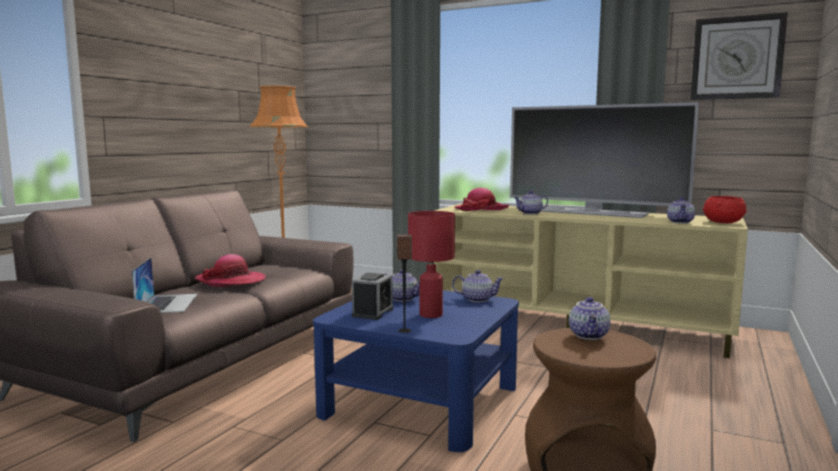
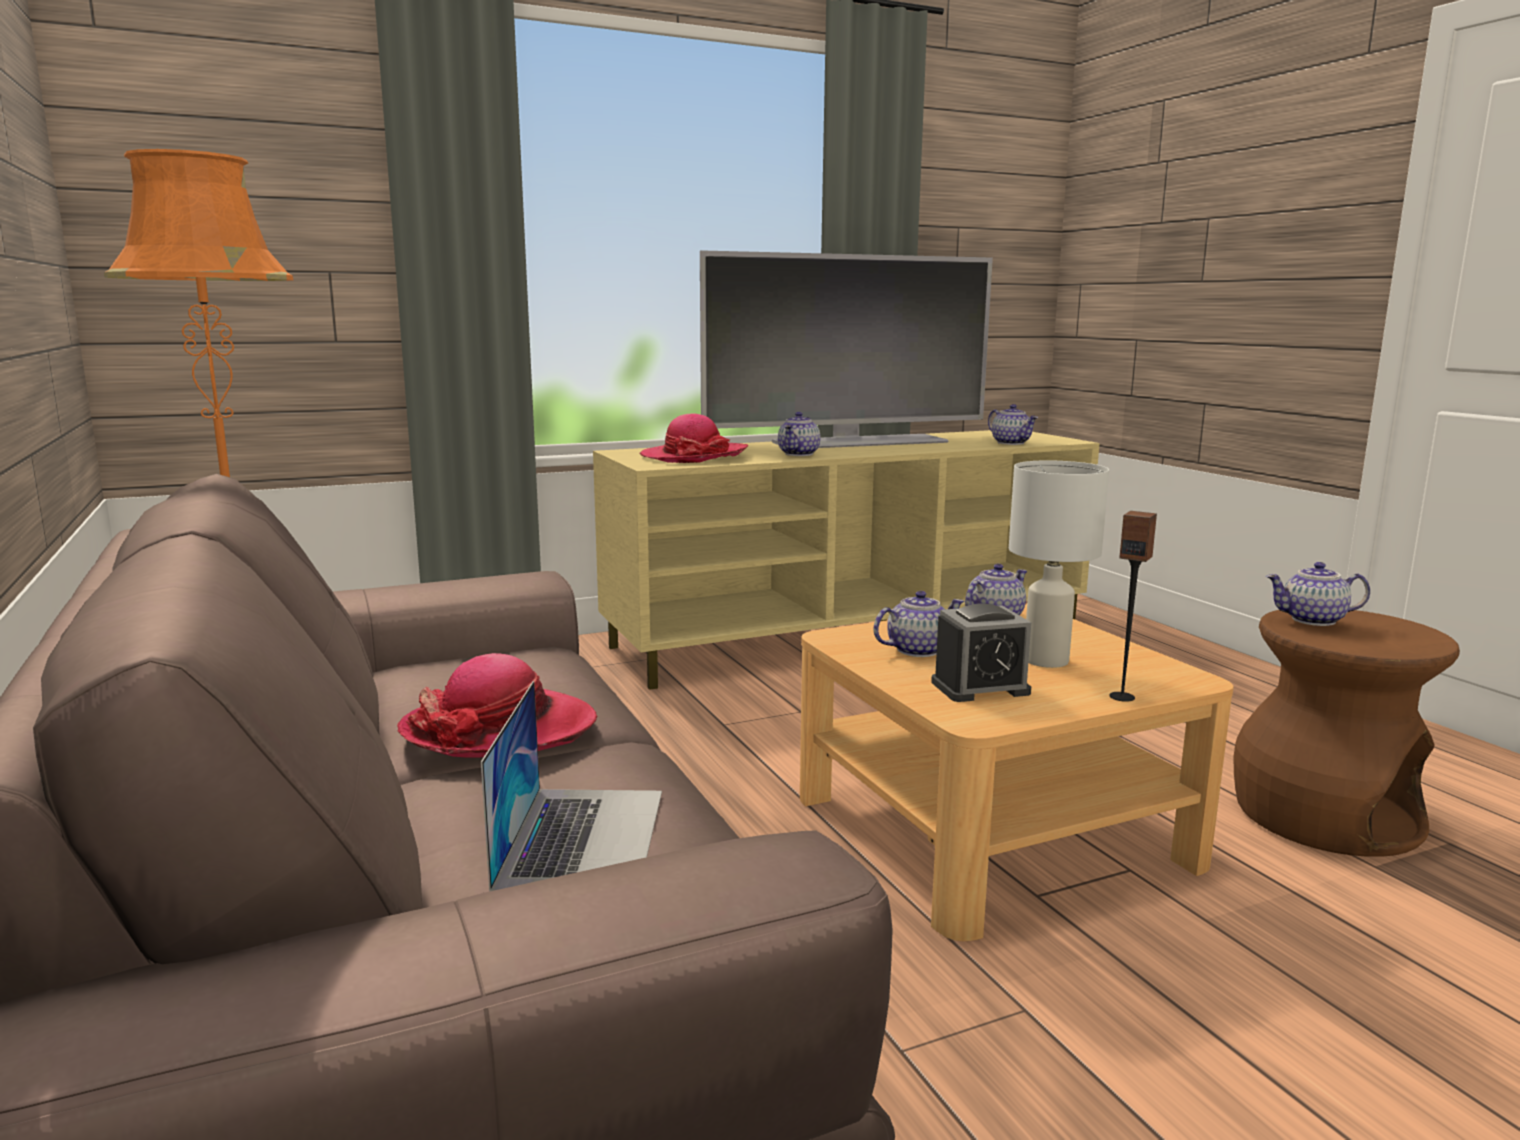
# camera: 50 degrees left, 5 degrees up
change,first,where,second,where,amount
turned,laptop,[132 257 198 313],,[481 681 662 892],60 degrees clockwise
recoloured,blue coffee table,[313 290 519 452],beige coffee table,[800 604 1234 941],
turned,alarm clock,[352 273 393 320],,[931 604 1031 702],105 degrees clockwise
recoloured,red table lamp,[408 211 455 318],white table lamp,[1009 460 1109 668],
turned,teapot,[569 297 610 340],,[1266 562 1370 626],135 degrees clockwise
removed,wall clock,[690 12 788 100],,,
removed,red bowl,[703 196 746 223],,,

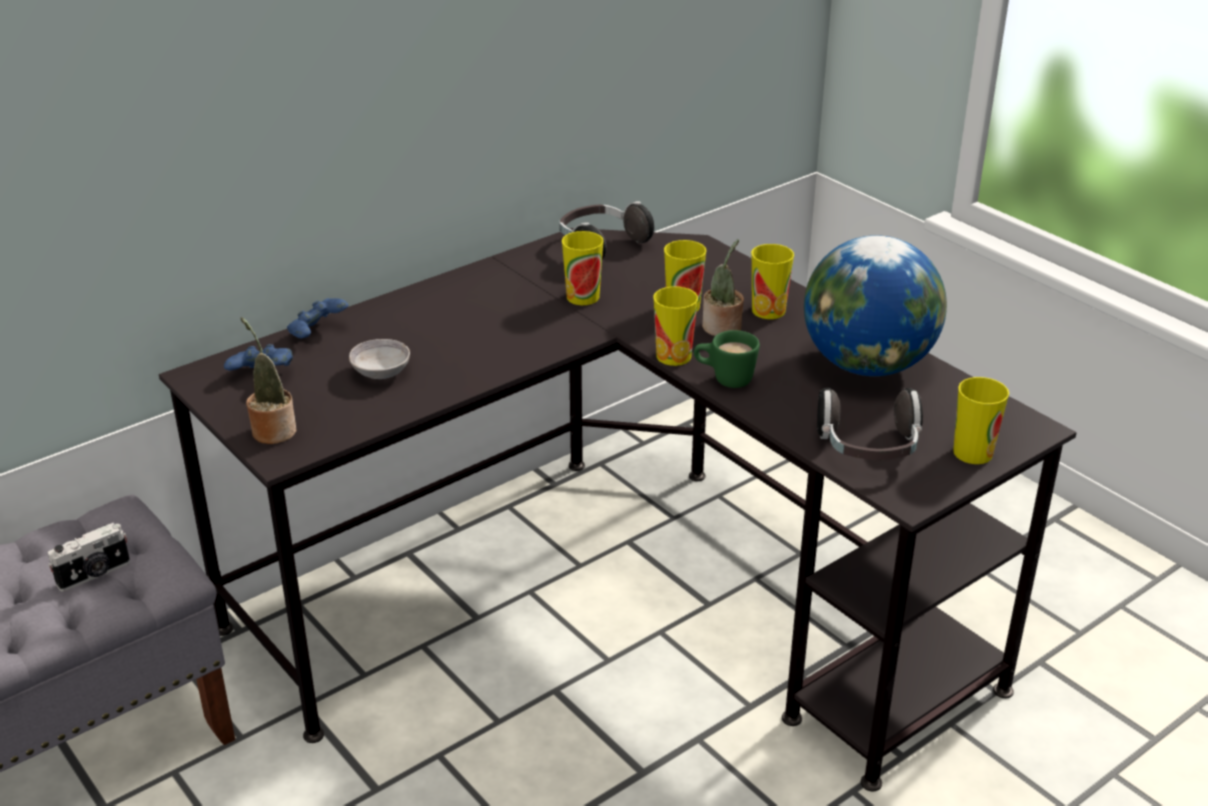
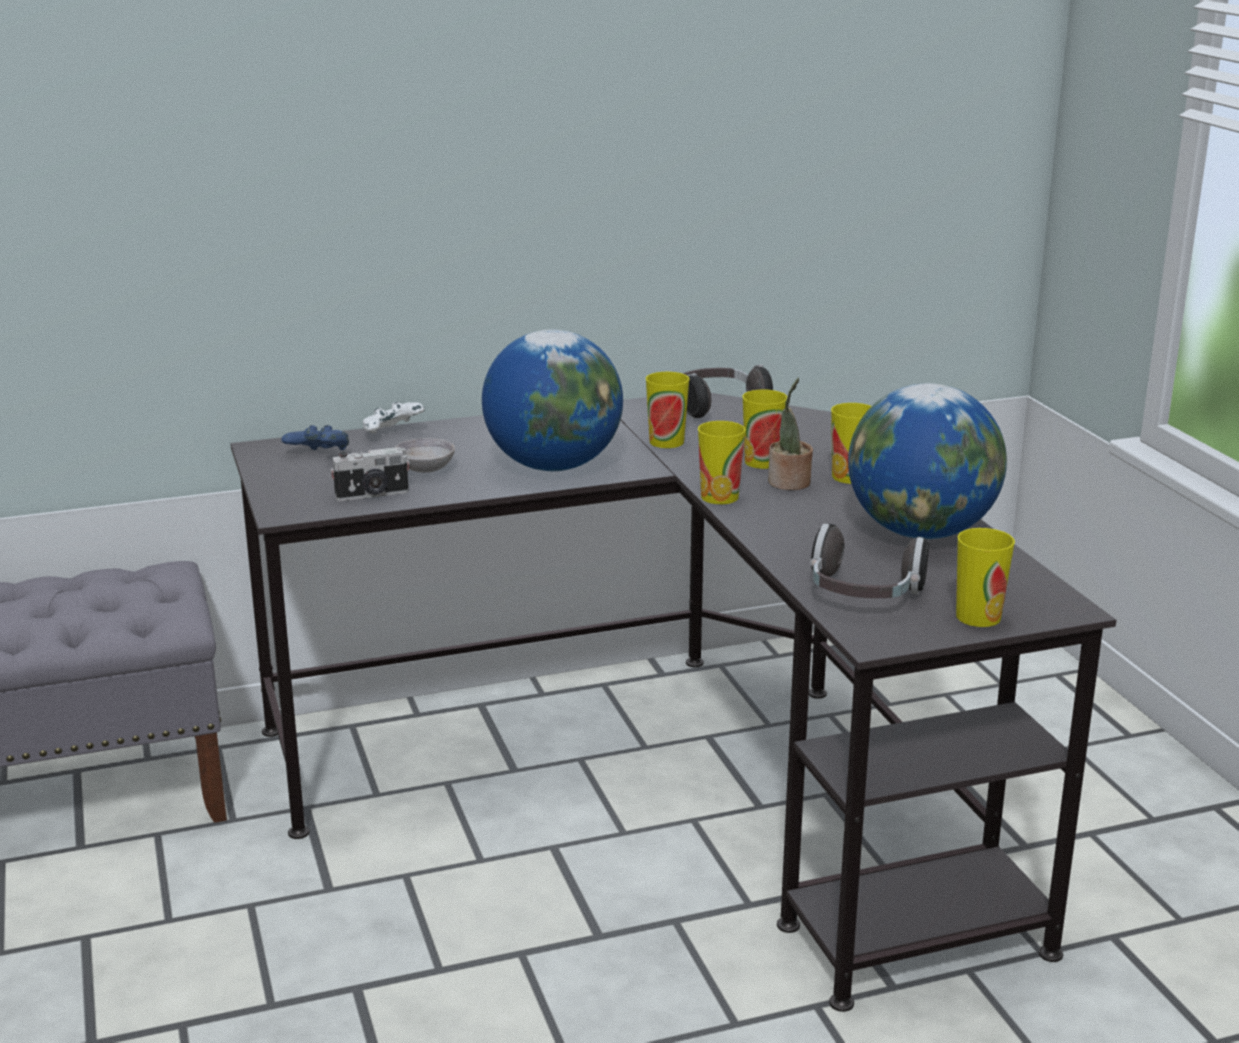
# camera: 20 degrees right, 10 degrees down
change,first,where,second,where,amount
moved,photo camera,[48 523 130 591],,[330 447 410 501],
recoloured,blue game controller,[287 298 348 338],white game controller,[363 401 425 434],
added,,,globe,[482 330 623 471],
removed,potted plant,[241 317 296 444],,,
removed,green mug,[694 330 760 388],,,

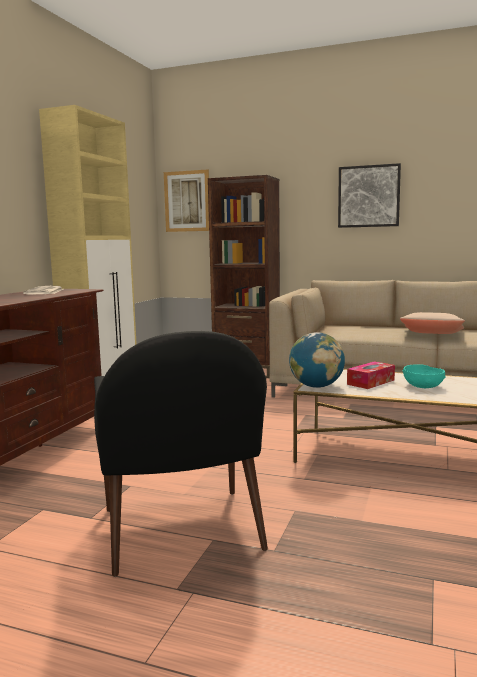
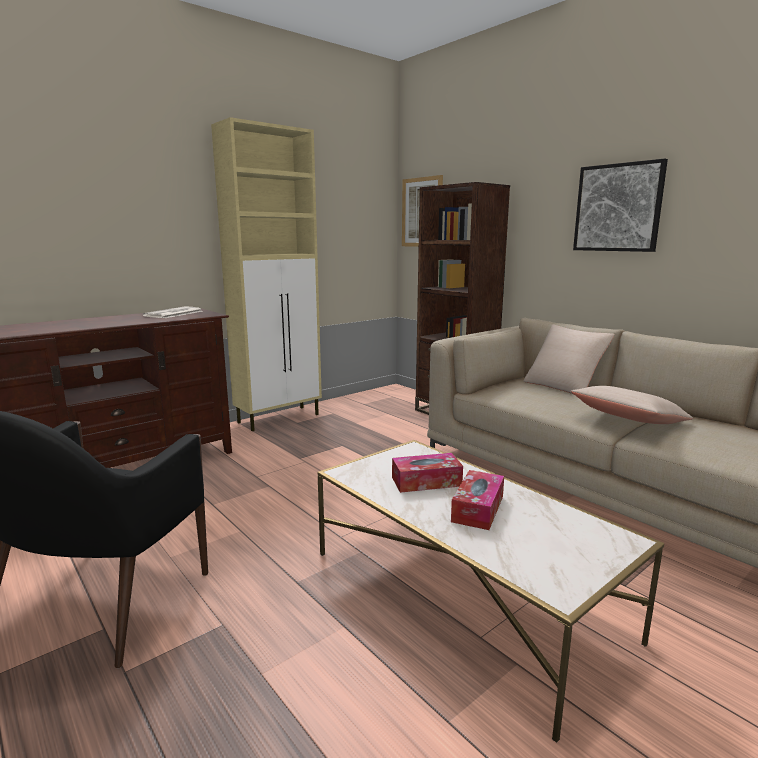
# camera: 30 degrees right, 5 degrees up
change,first,where,second,where,amount
replaced,turquoise bowl,[403 364 445 388],tissue box,[451 470 504 530],
added,,,beige pillow,[524 324 615 394],
removed,globe,[289 332 345 388],,,

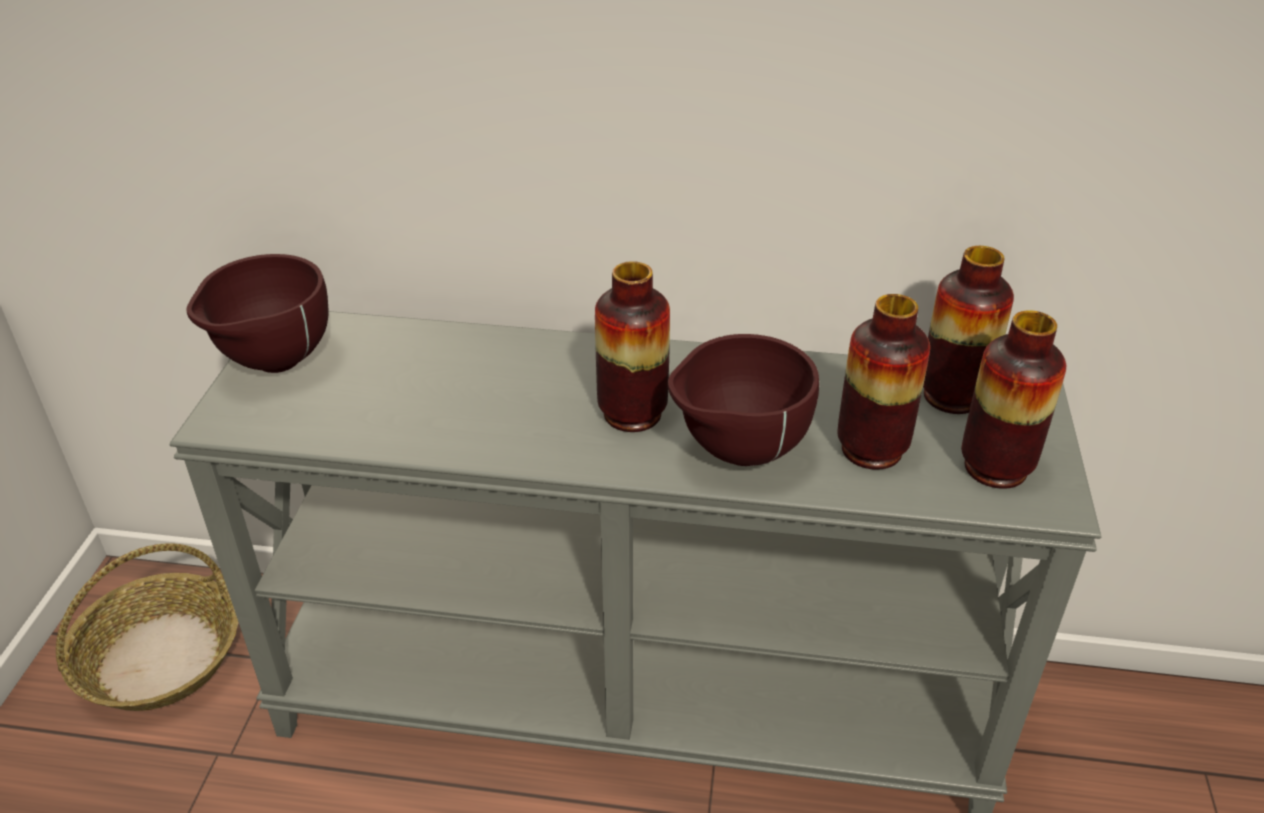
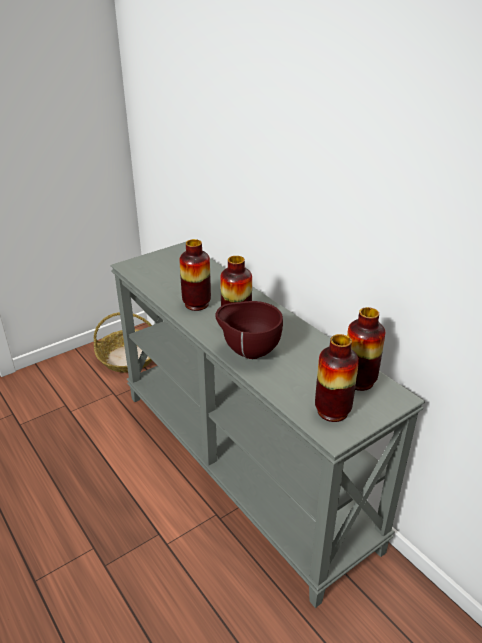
# camera: 45 degrees right, 5 degrees down
change,first,where,second,where,amount
moved,vase,[837 294 930 470],,[179 239 211 311],
removed,brown bowl,[186 254 328 373],,,

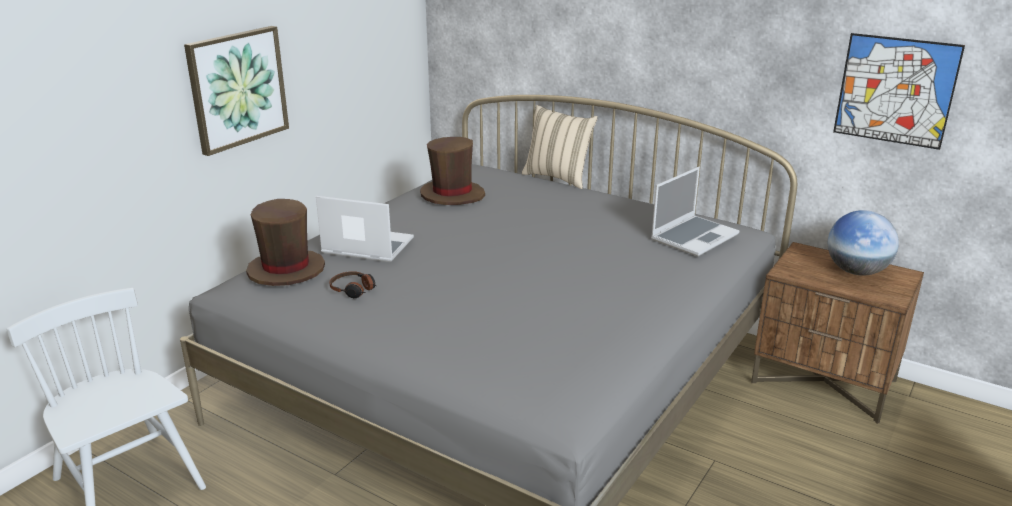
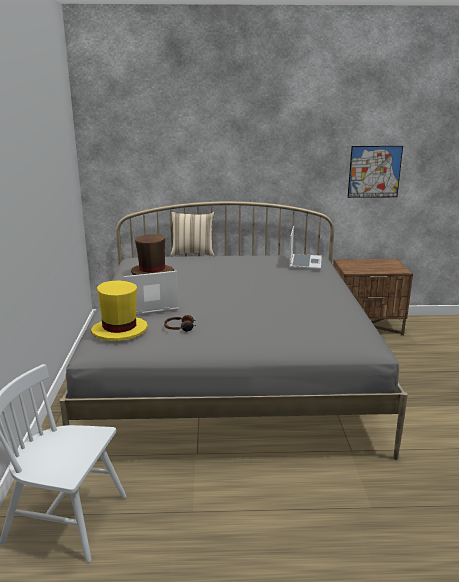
# camera: 35 degrees left, 5 degrees down
change,first,where,second,where,amount
recoloured,brown hat,[246 199 325 286],yellow hat,[91 280 148 341],
removed,picture,[184 26 289 156],,,
removed,globe,[828 210 899 276],,,

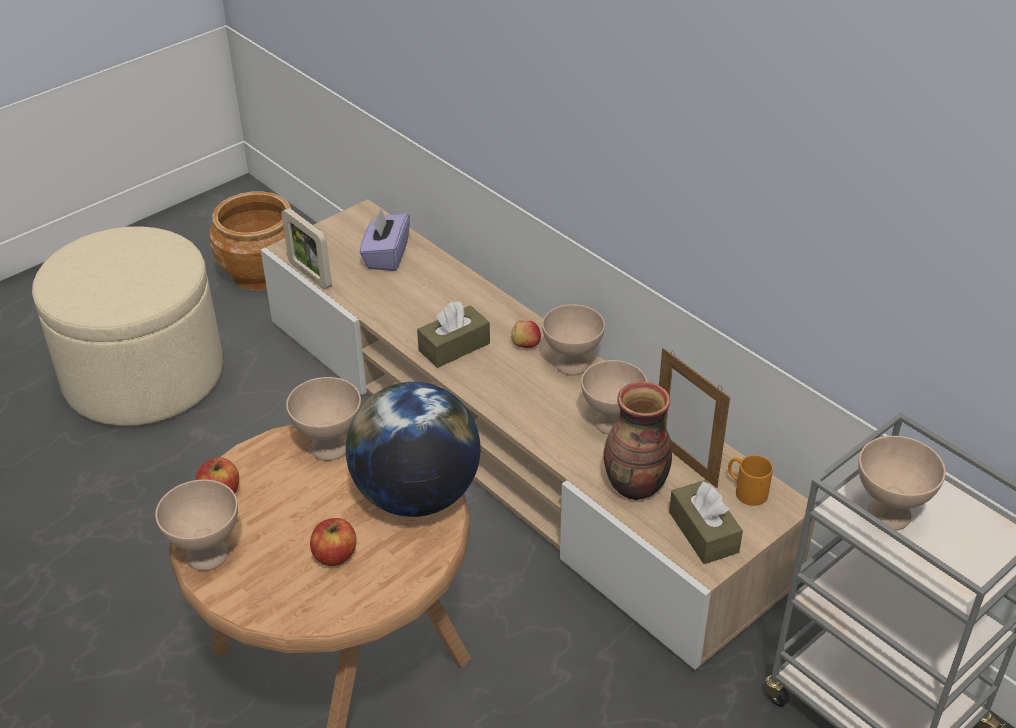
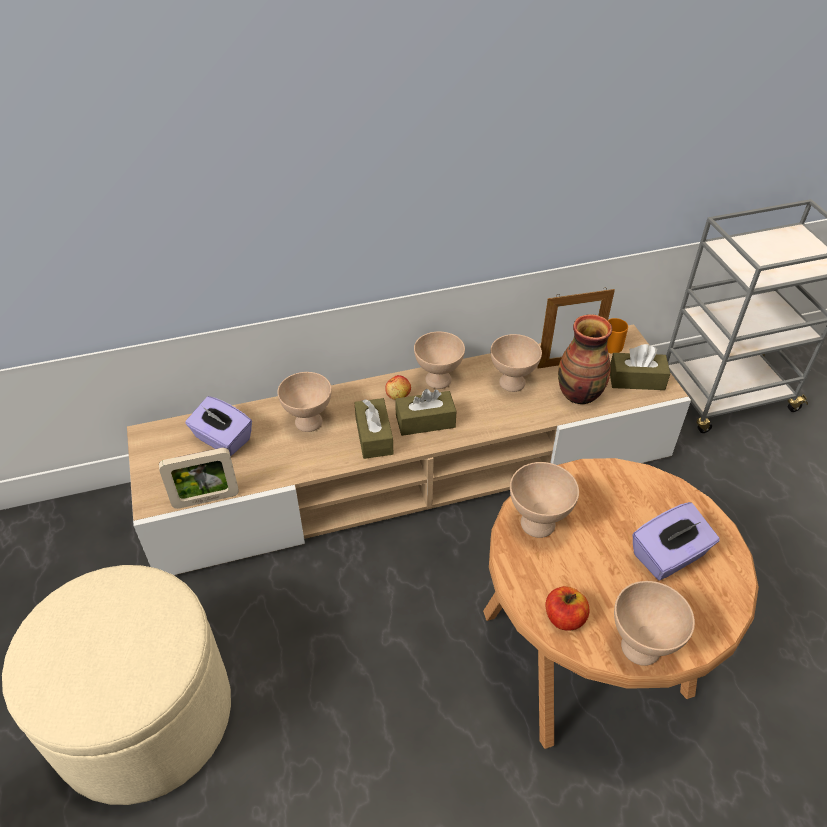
# camera: 65 degrees left, 5 degrees up
change,first,where,second,where,amount
moved,beige bowl,[858 436 946 531],,[277 372 332 432],
added,,,brown tissue box,[395 389 456 436],
replaced,apple,[310 518 356 566],purple tissue box,[633 502 719 580],
removed,brown planter,[209 192 291 291],,,
removed,globe,[346 382 480 517],,,

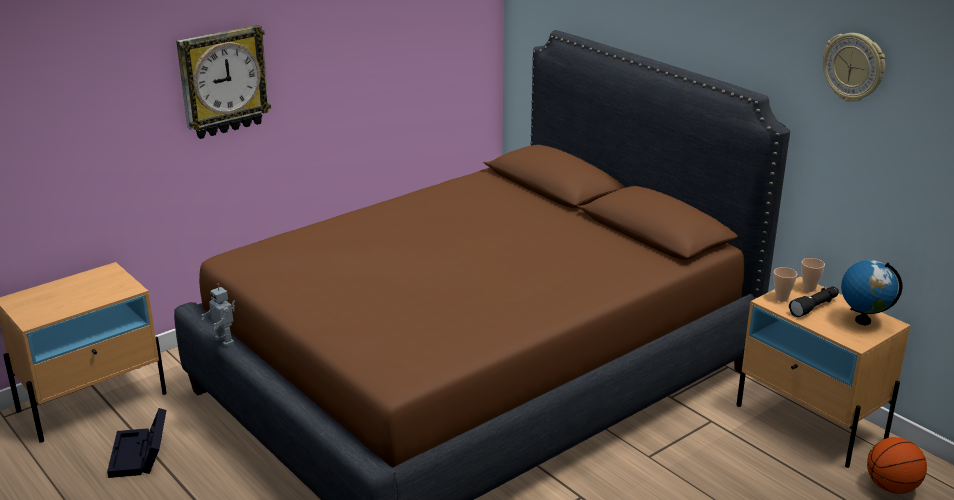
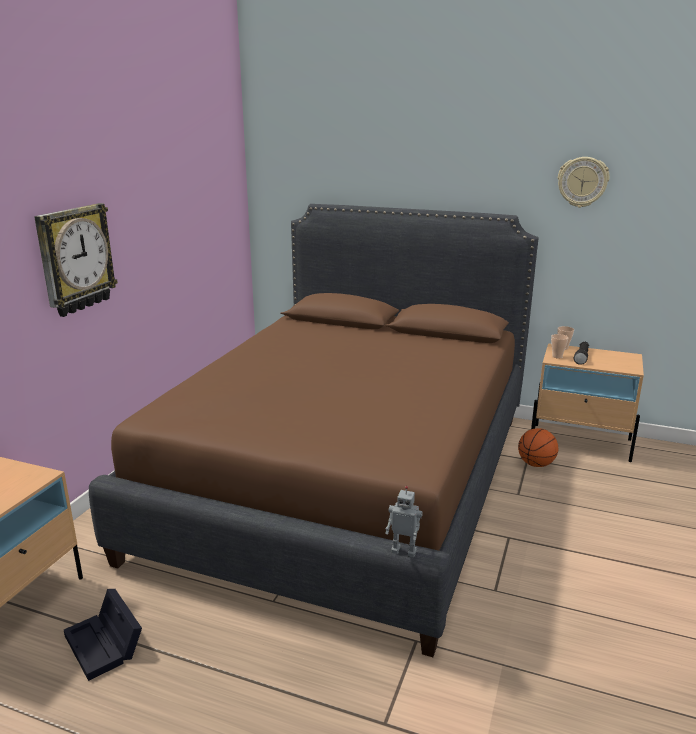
# camera: 30 degrees left, 5 degrees down
change,first,where,second,where,amount
moved,toy robot,[202 283 235 347],,[385 486 423 557],
moved,basketball,[867 437 927 494],,[518 428 558 467],
removed,globe,[841 260 902 325],,,

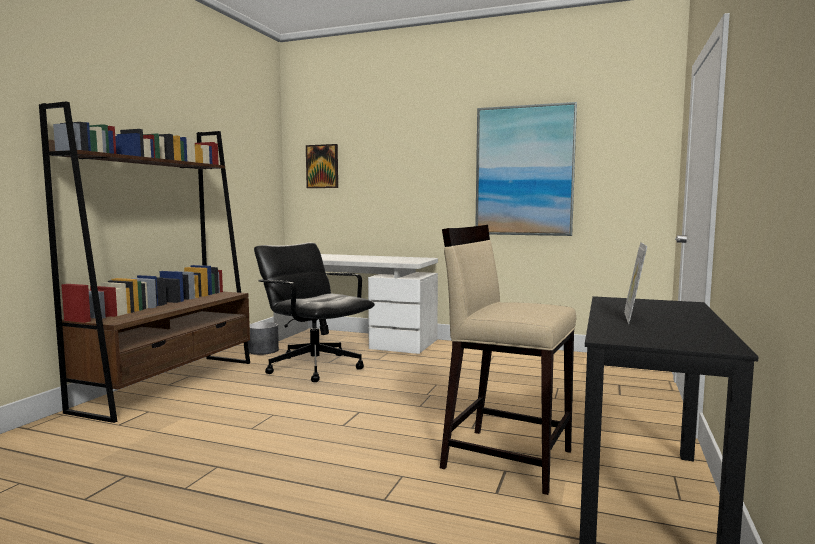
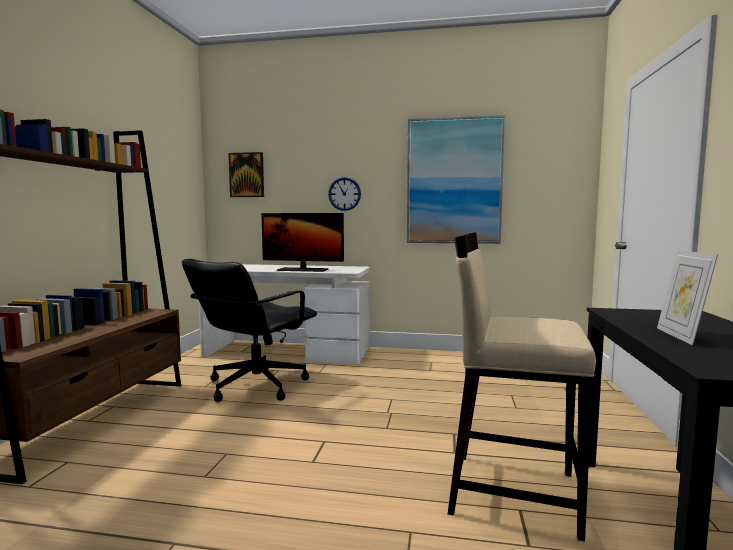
# camera: 10 degrees left, 0 degrees up
change,first,where,second,where,amount
turned,black office chair,[254 242 375 382],,[182 259 317 402],90 degrees counterclockwise
added,,,monitor,[262 213 344 272],
added,,,wall clock,[328 177 361 211],
removed,grey planter,[248 322 279 355],,,

